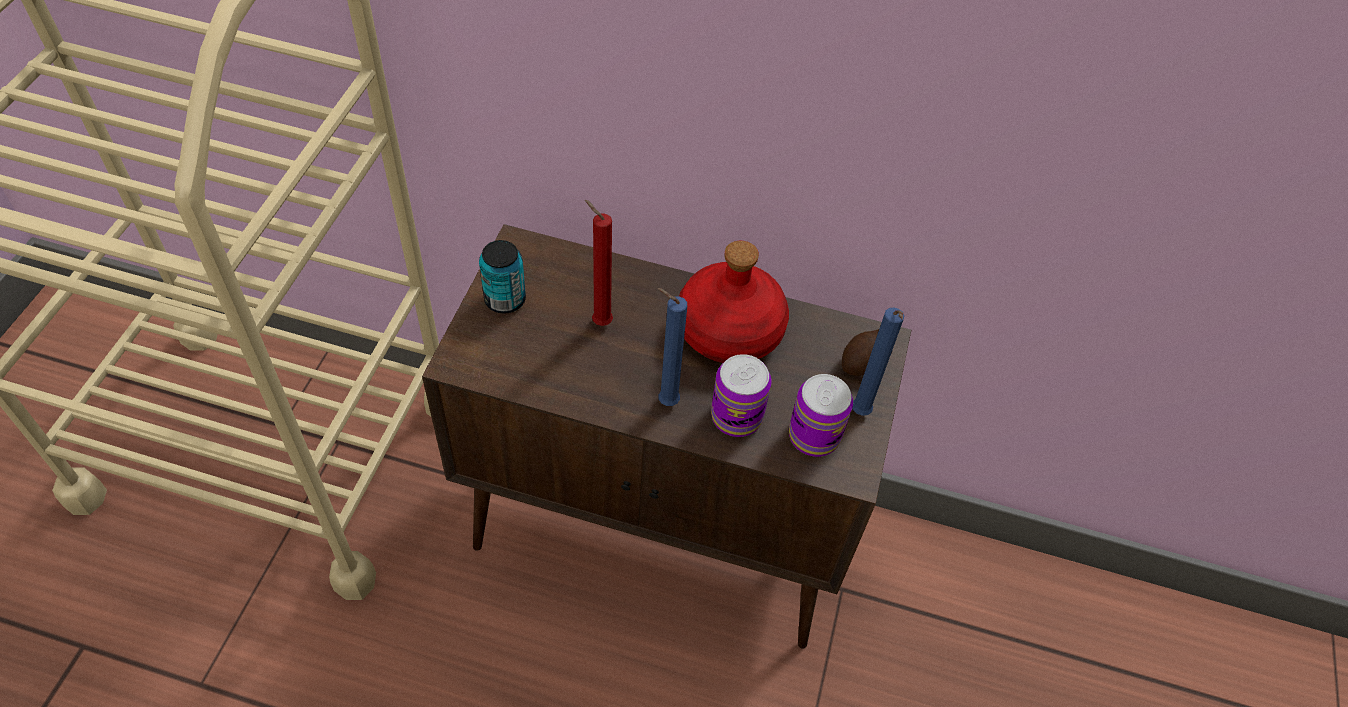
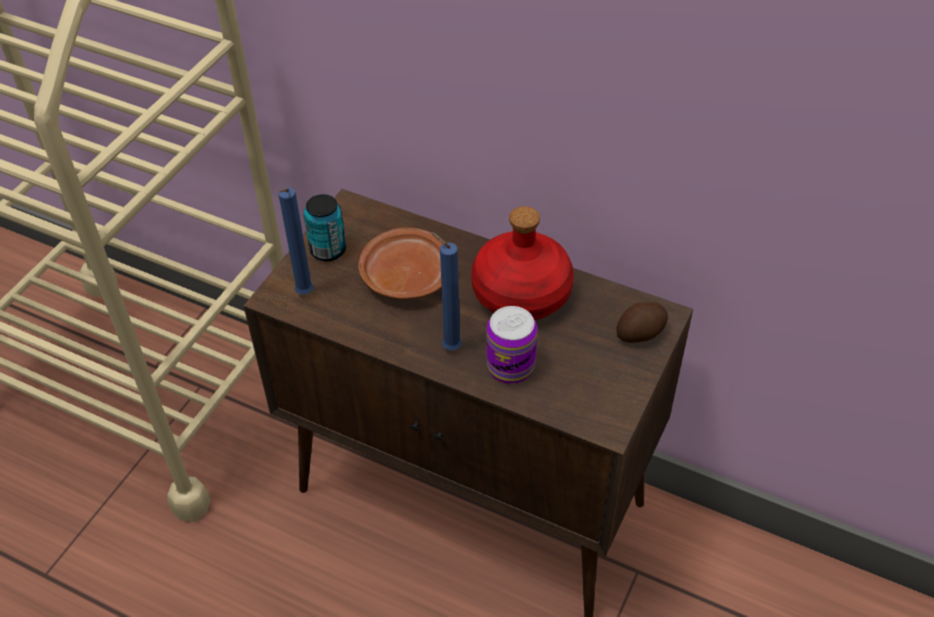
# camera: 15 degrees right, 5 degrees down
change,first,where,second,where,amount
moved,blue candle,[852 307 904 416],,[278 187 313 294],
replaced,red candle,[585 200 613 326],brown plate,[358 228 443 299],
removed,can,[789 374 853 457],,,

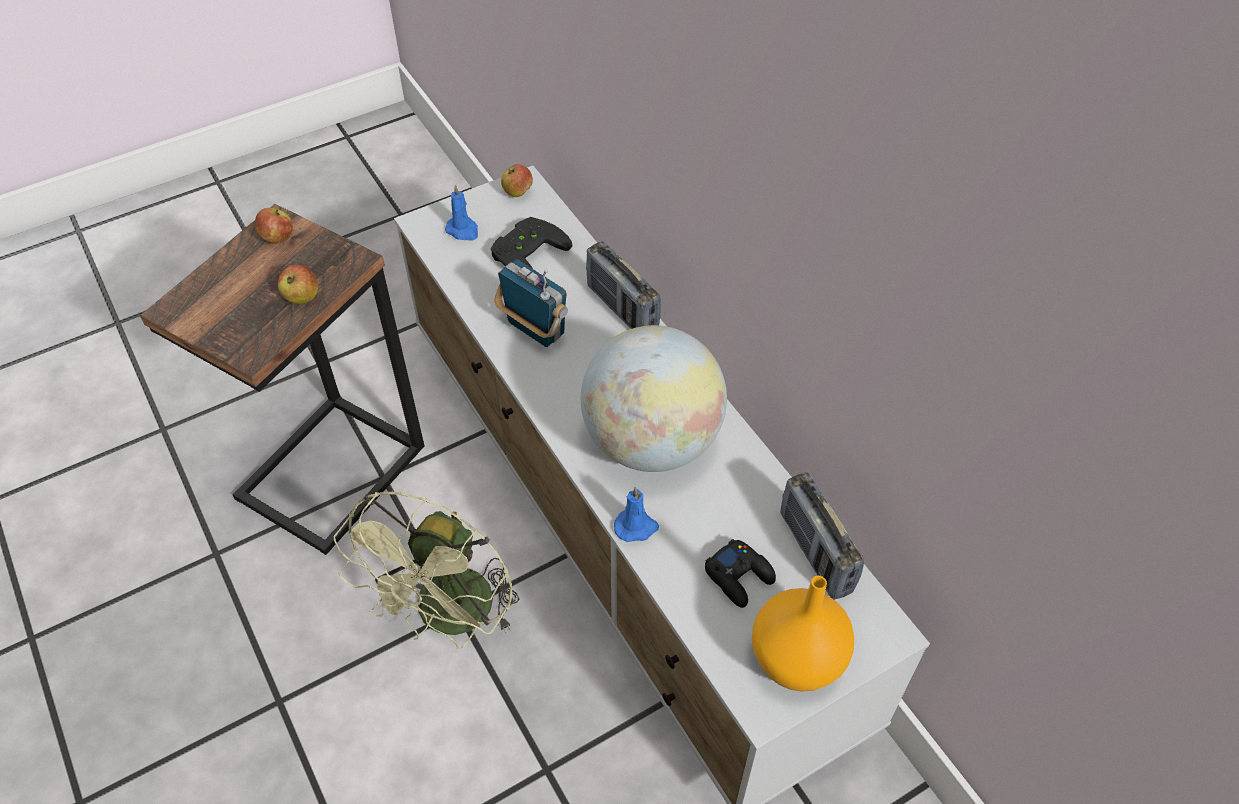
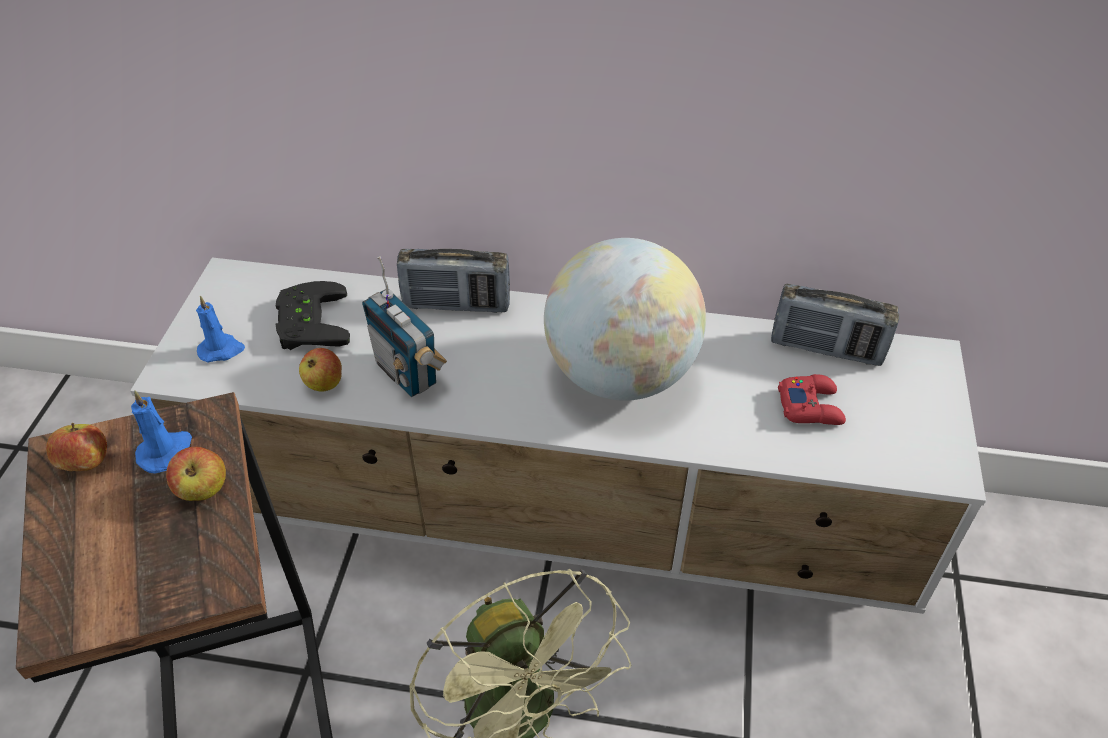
# camera: 50 degrees left, 5 degrees down
change,first,where,second,where,amount
moved,blue candle,[614 487 659 542],,[131 390 192 474],
moved,apple,[501 164 533 197],,[299 348 342 392],
turned,radio,[494 259 568 347],,[362 256 447 397],120 degrees counterclockwise
recoloured,black game controller,[705 539 776 608],red game controller,[778 374 846 425],
removed,orange vase,[752 576 854 692],,,

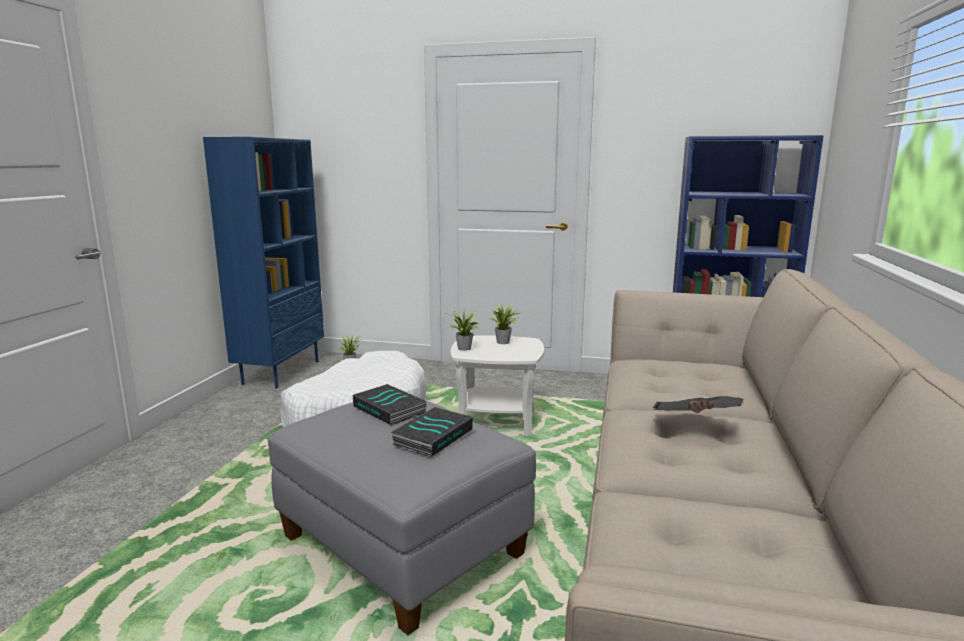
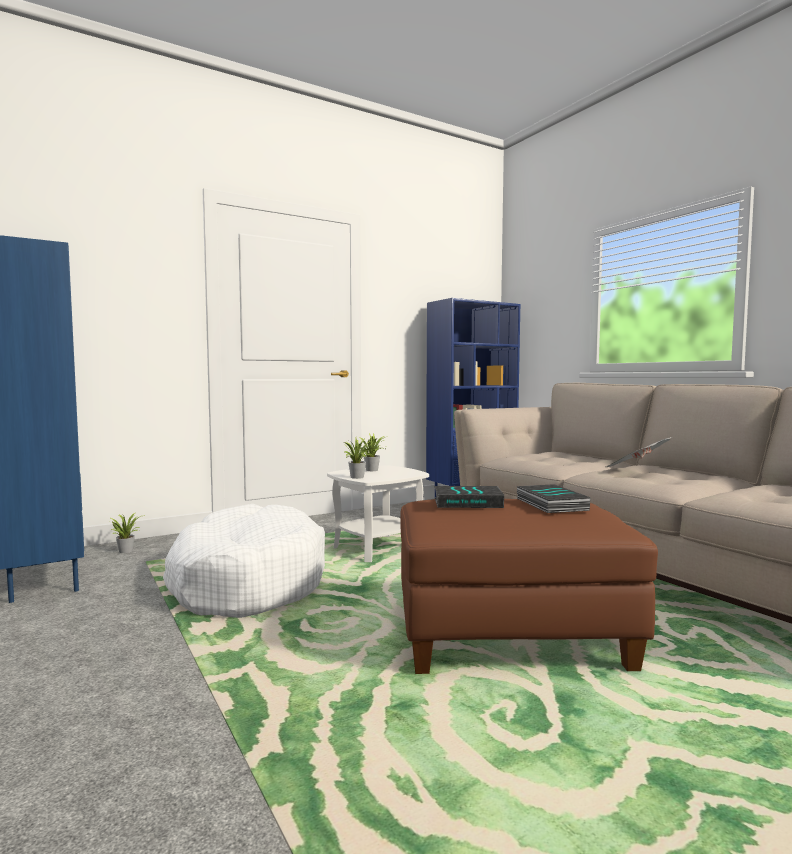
# camera: 45 degrees left, 10 degrees down
change,first,where,second,where,amount
recoloured,grey ottoman,[268 401 536 635],brown ottoman,[400 499 658 674],

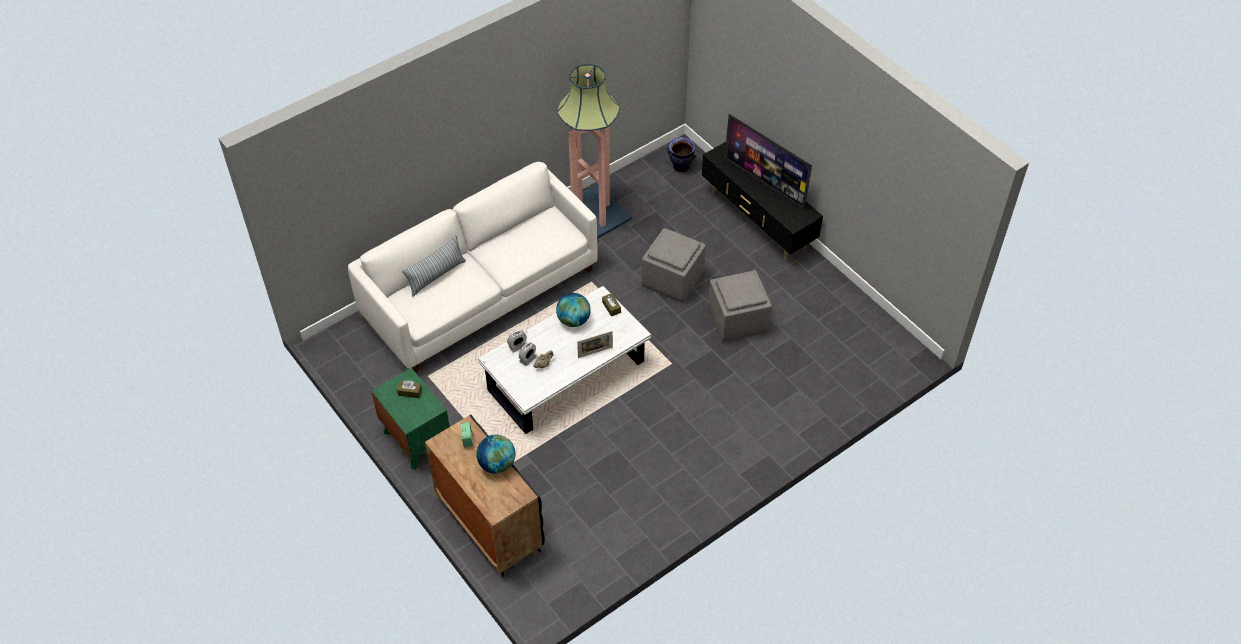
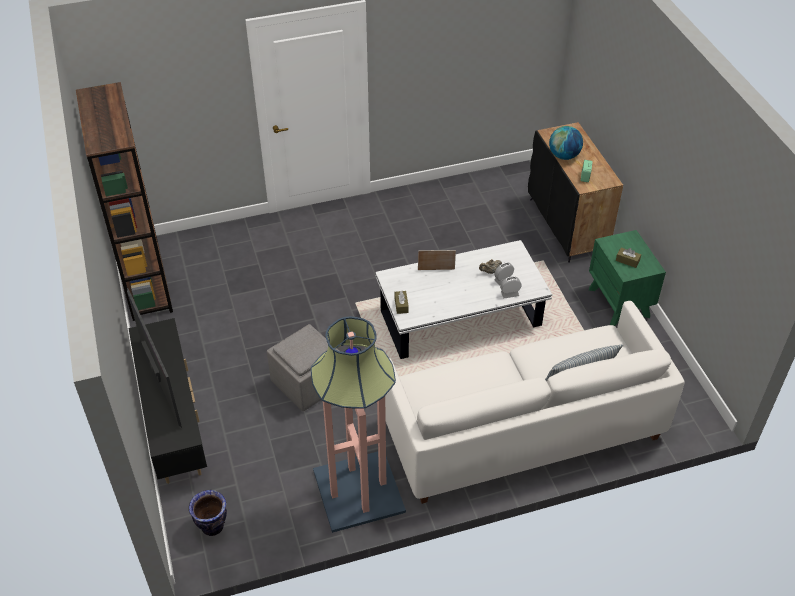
# camera: 160 degrees left, 5 degrees down
change,first,where,second,where,amount
added,,,brown bookcase,[76 82 173 321],
removed,globe,[556 293 591 327],,,
removed,grey ottoman,[708 270 772 342],,,

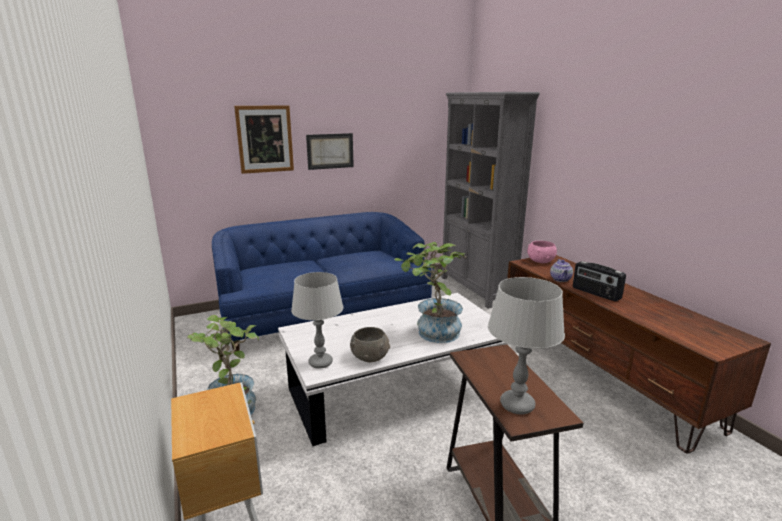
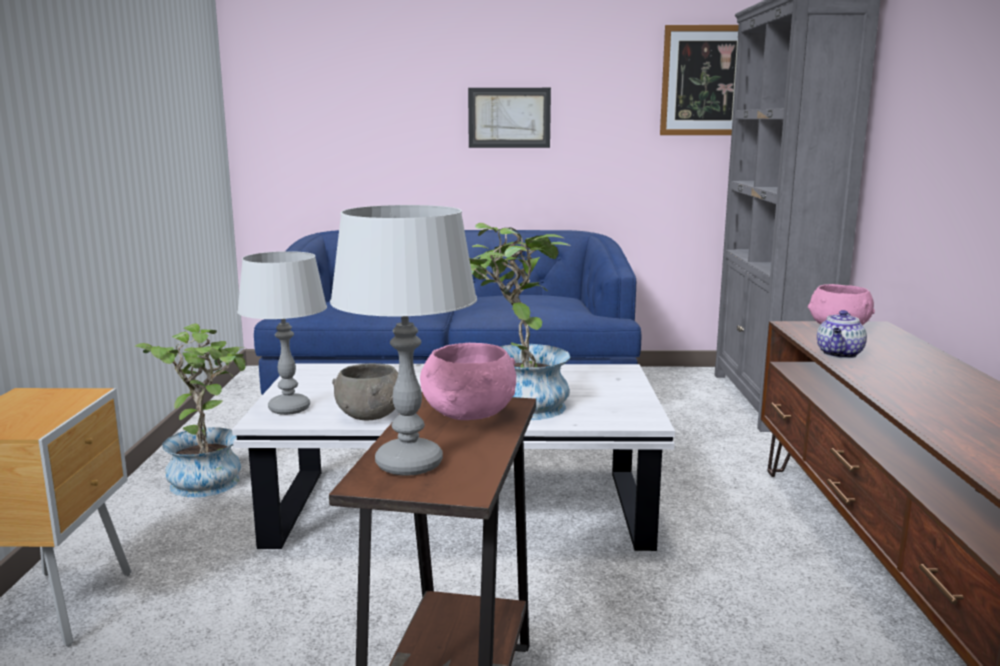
# camera: 25 degrees right, 5 degrees down
change,first,where,second,where,amount
added,,,pink bowl,[420 343 516 420],
moved,picture,[234 105 294 174],,[660 25 739 135],
removed,radio,[573 261 626 302],,,

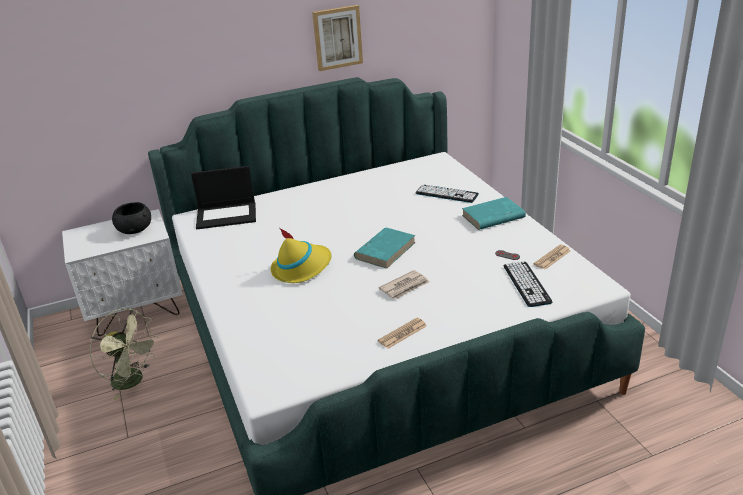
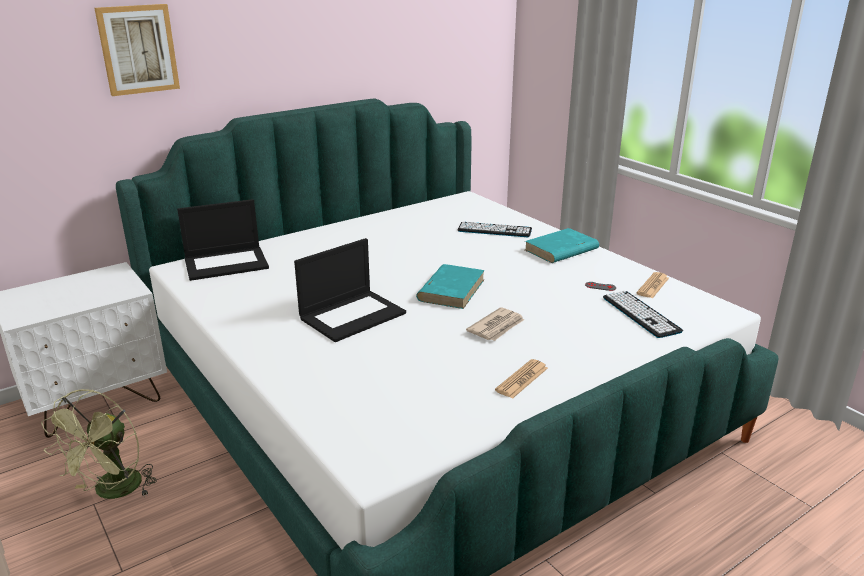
# camera: 15 degrees left, 5 degrees down
change,first,where,second,where,amount
turned,green fan,[90 308 159 400],,[41 389 157 499],90 degrees clockwise
moved,picture,[312 5 363 71],,[94 4 180 96],
replaced,yellow hat,[271 229 332 283],laptop,[294 238 406 342],
removed,black bowl,[112 202 151 234],,,

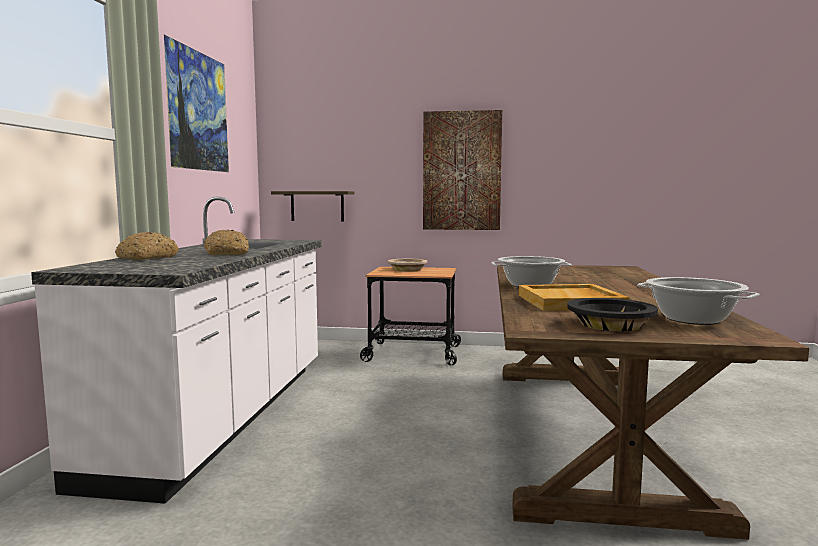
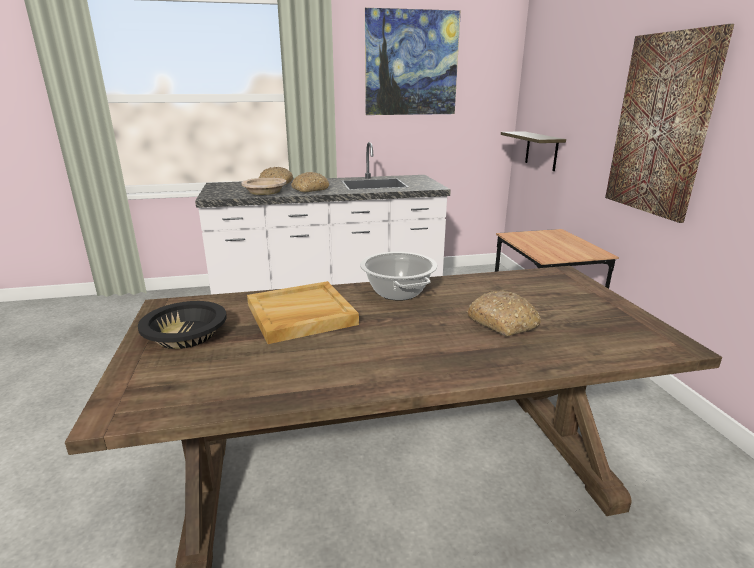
# camera: 70 degrees right, 15 degrees up
change,first,where,second,where,amount
moved,beige bowl,[388 259 427 272],,[241 178 286 195],
added,,,bread,[467 290 541 336],
removed,cooking pot,[637 277 759 325],,,

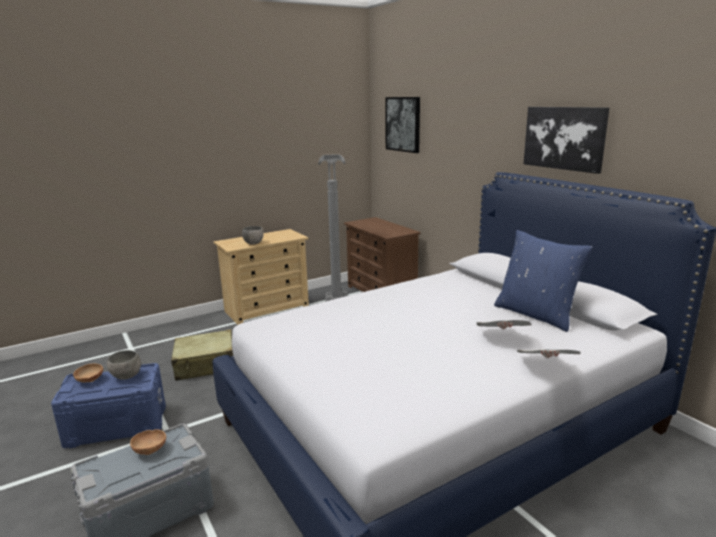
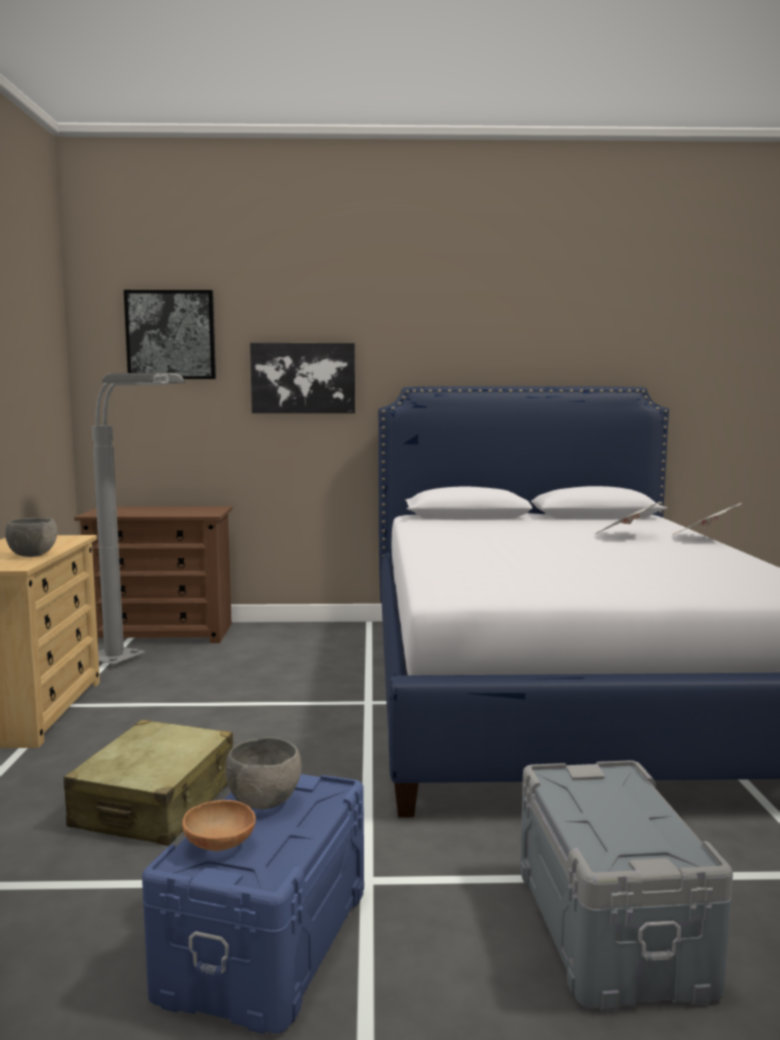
# camera: 60 degrees left, 10 degrees down
change,first,where,second,where,amount
moved,picture,[524 107 609 174],,[250 343 355 413],
removed,brown bowl,[130 429 166 455],,,
removed,blue pillow,[494 230 593 332],,,

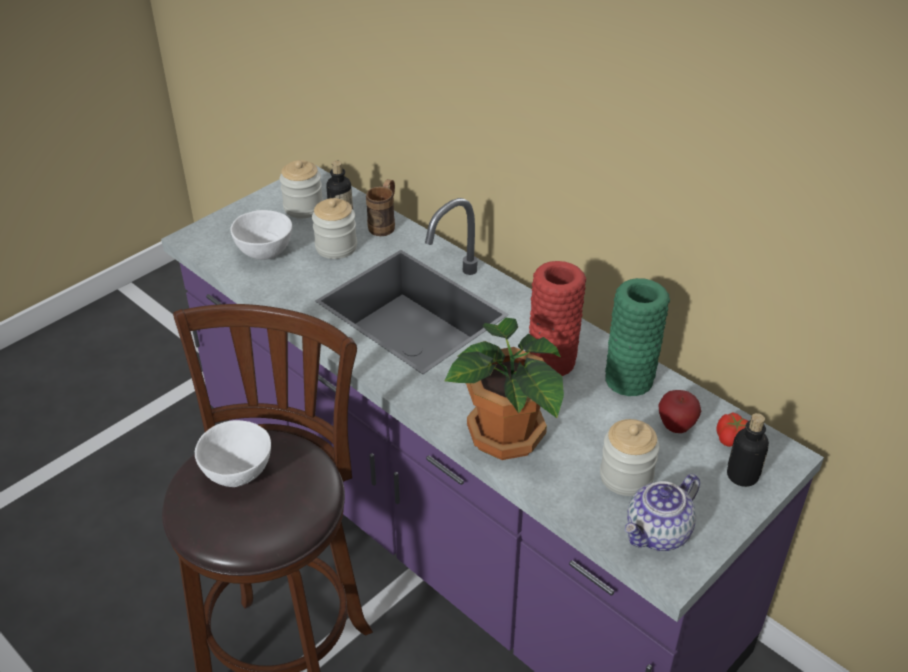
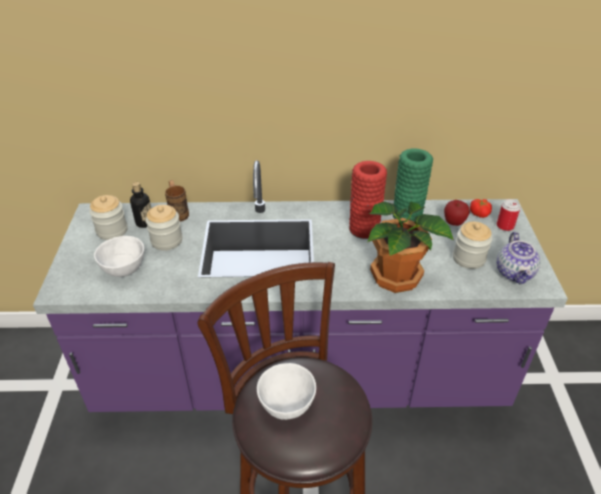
# camera: 45 degrees left, 0 degrees up
change,first,where,second,where,amount
replaced,bottle,[727 413 769 487],can,[497 199 520 231],

